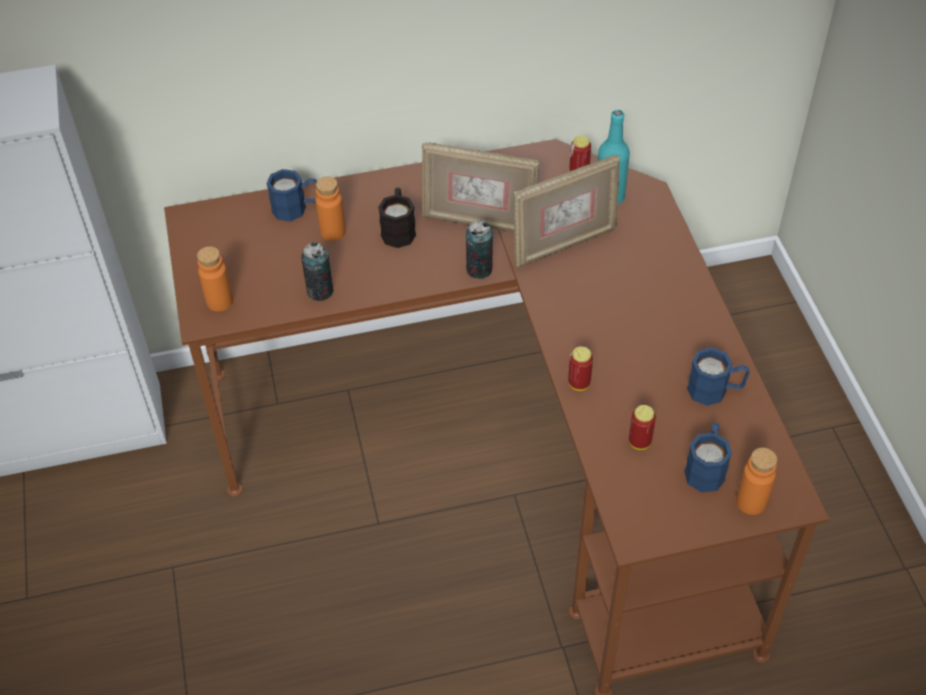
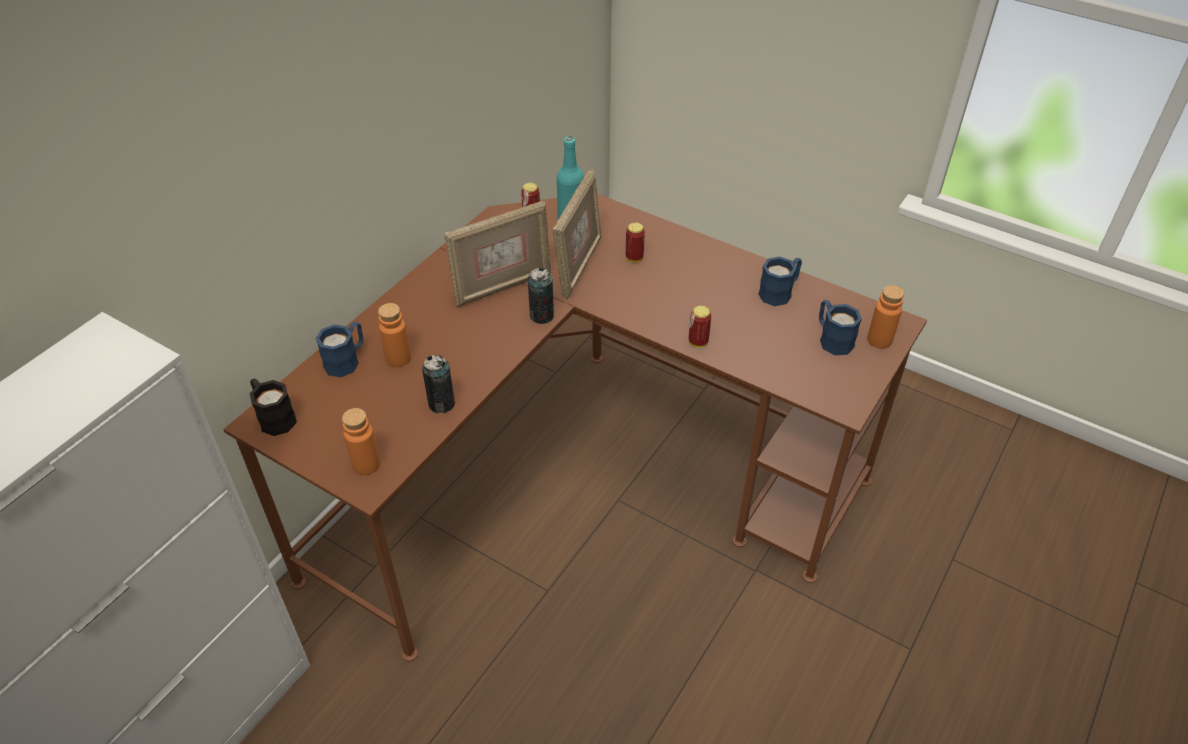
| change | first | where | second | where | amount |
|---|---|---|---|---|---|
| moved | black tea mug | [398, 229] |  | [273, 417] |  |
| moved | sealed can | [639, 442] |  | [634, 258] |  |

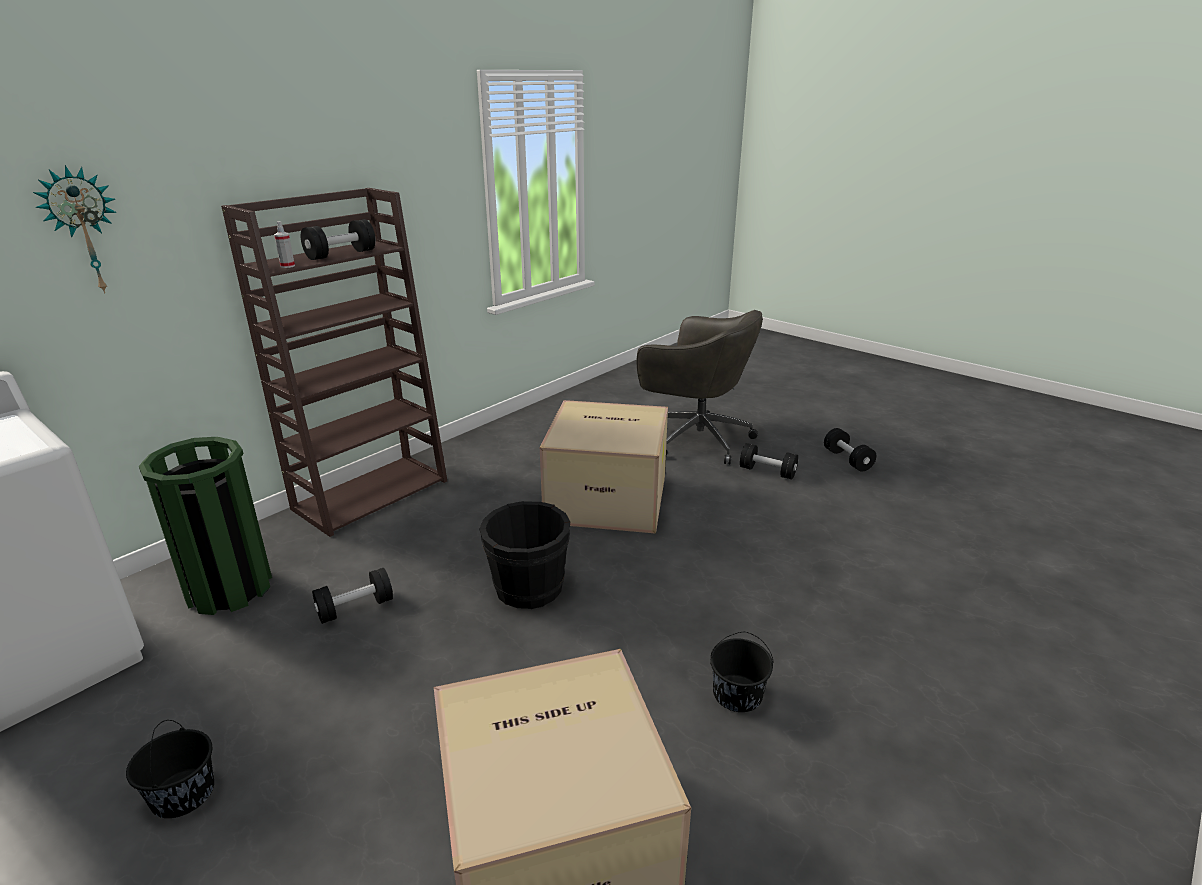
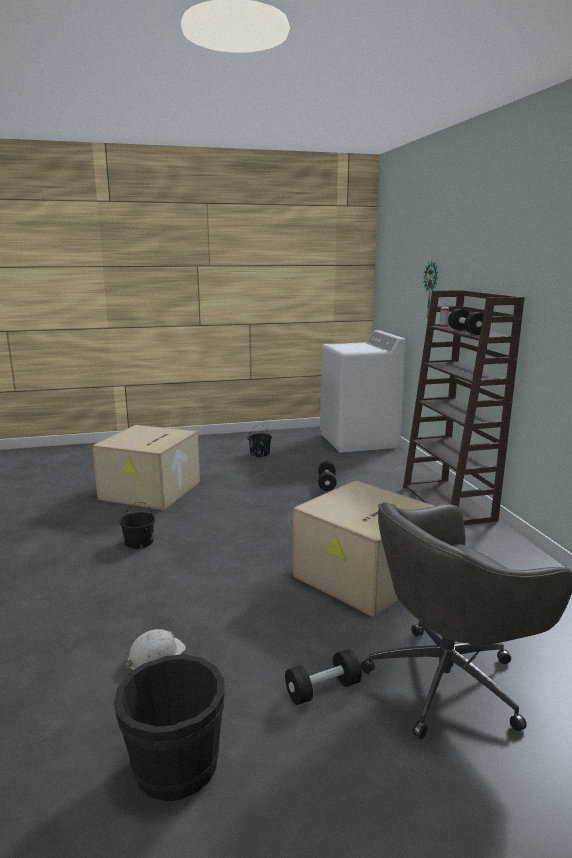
| change | first | where | second | where | amount |
|---|---|---|---|---|---|
| removed | green rubbish bin | [229, 588] |  |  |  |
| moved | black bucket | [528, 588] |  | [175, 765] |  |
| removed | black hand weight | [847, 460] |  |  |  |
| added |  |  | white-coloured safety helmet | [155, 656] |  |

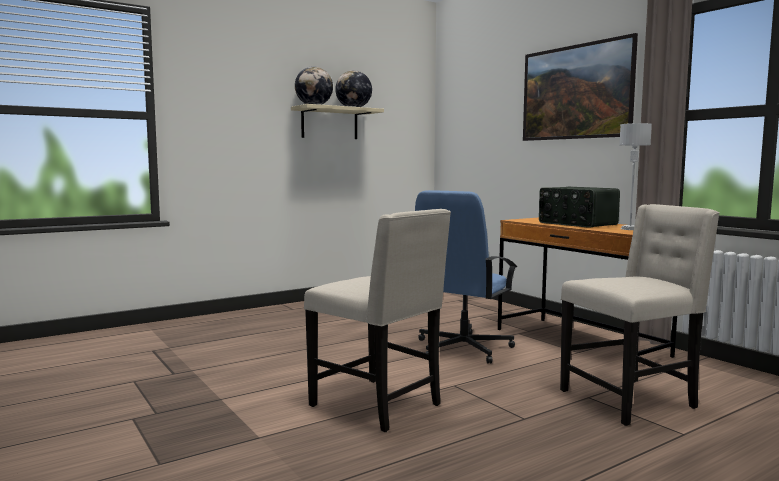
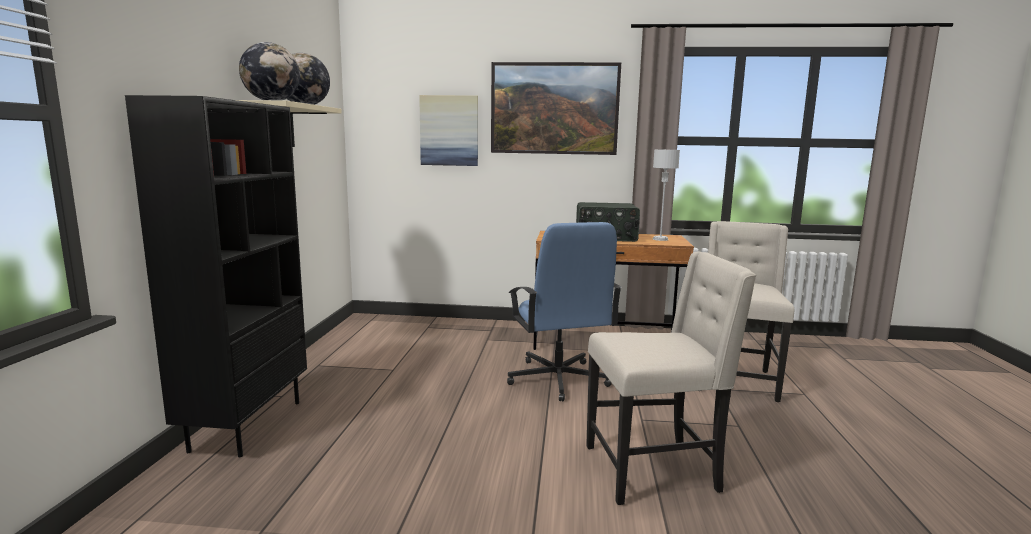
| change | first | where | second | where | amount |
|---|---|---|---|---|---|
| added |  |  | black bookshelf | [246, 425] |  |
| added |  |  | wall picture | [449, 130] |  |

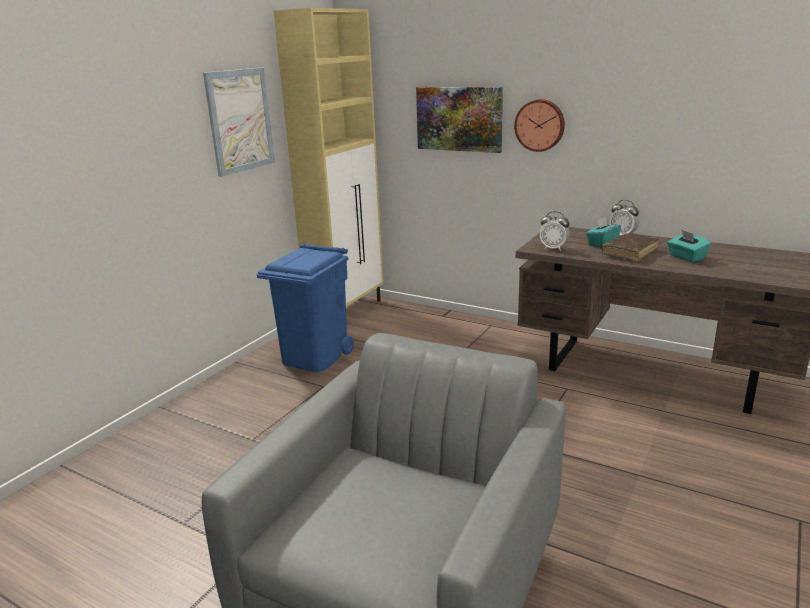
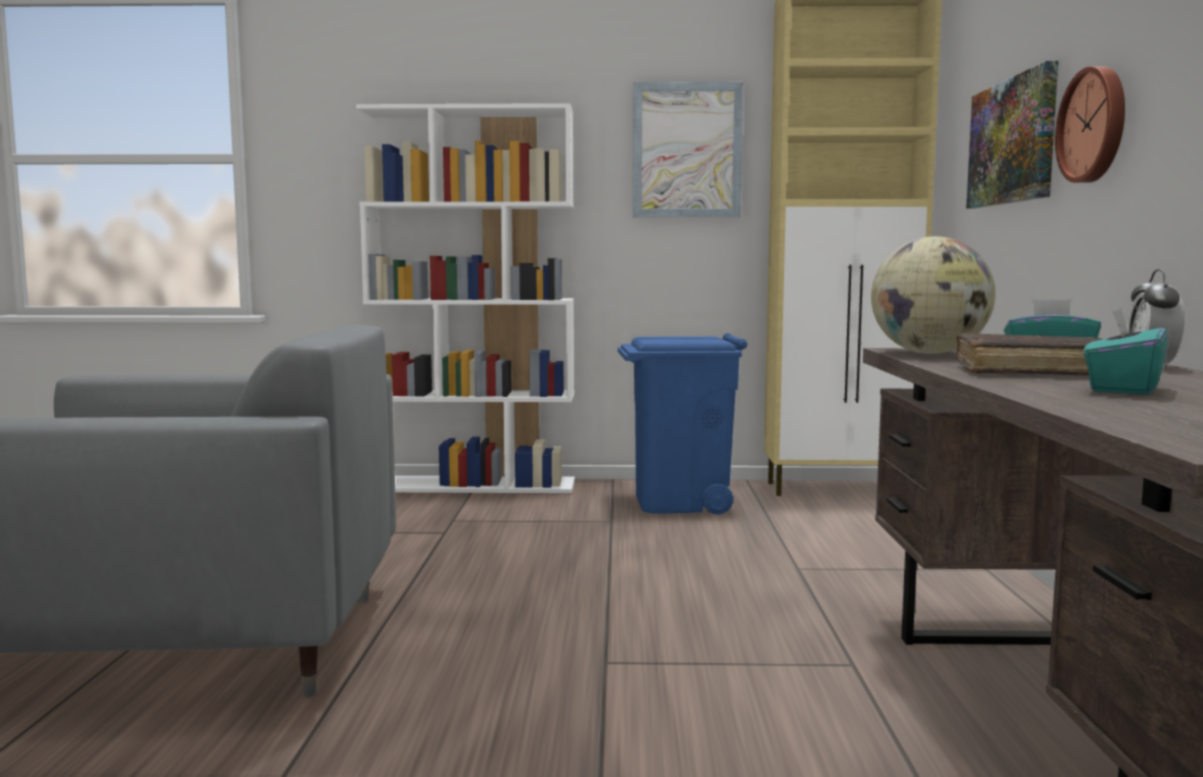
| change | first | where | second | where | amount |
|---|---|---|---|---|---|
| replaced | bedside clock | [553, 248] | desk globe | [929, 353] |  |
| added |  |  | white-coloured bookshelf | [476, 485] |  |

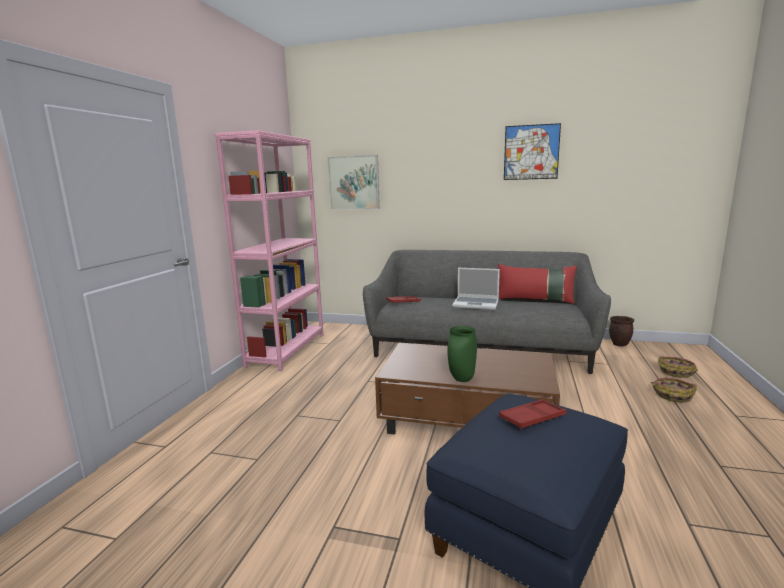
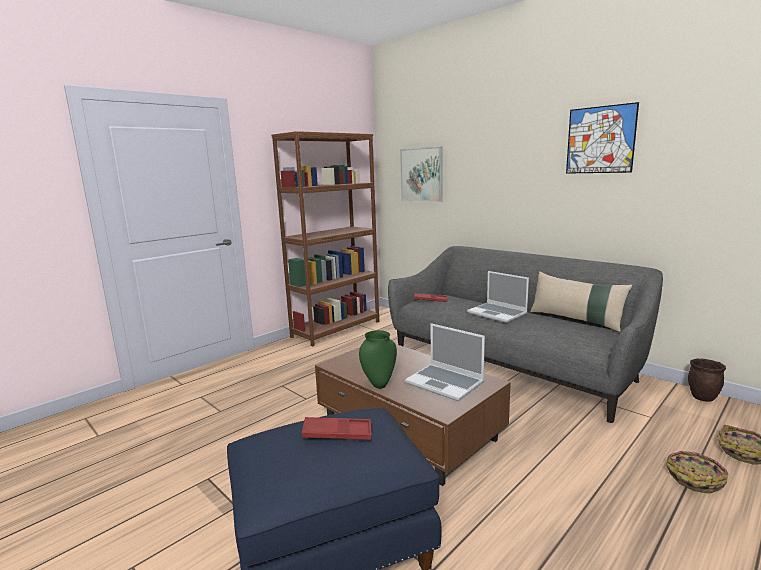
| change | first | where | second | where | amount |
|---|---|---|---|---|---|
| recoloured | pink bookshelf | [287, 350] | brownish bookshelf | [336, 329] |  |
| recoloured | red-coloured pillow | [534, 300] | beige-coloured pillow | [576, 320] |  |
| added |  |  | laptop | [445, 383] |  |

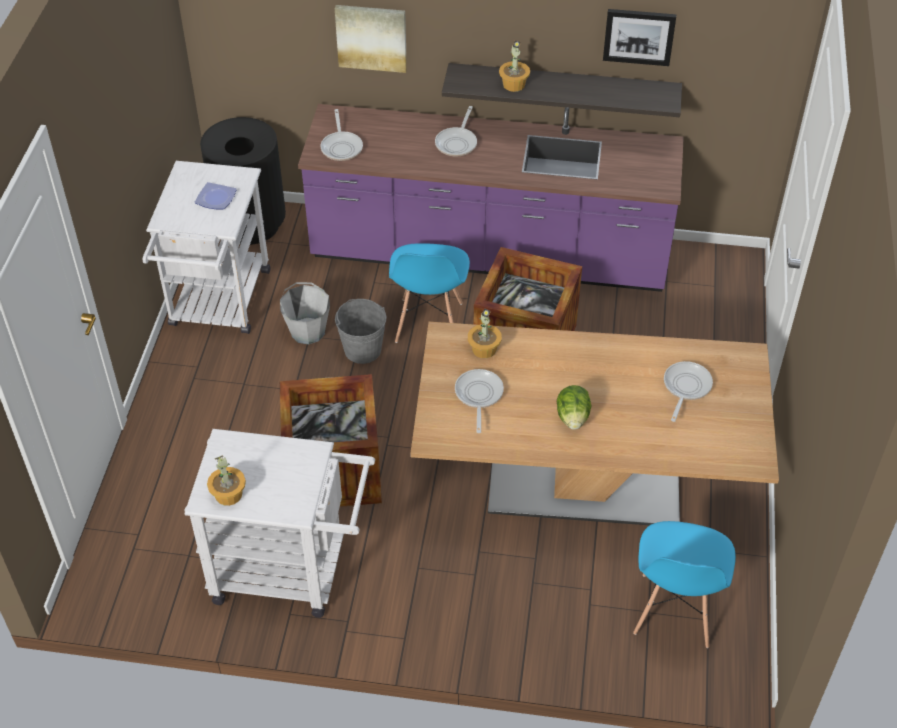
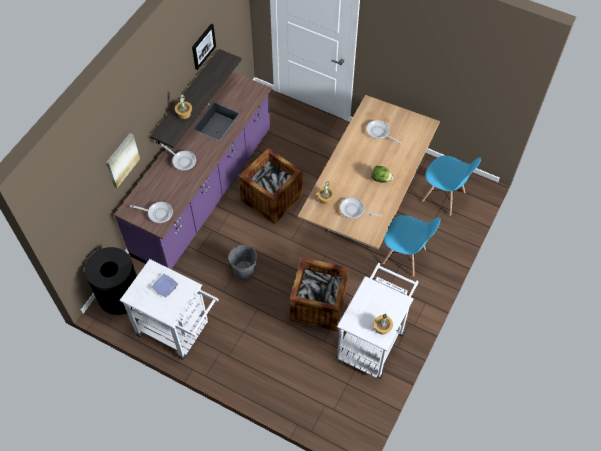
| change | first | where | second | where | amount |
|---|---|---|---|---|---|
| removed | greyish bucket | [308, 331] |  |  |  |
| moved | blue chair | [428, 323] |  | [404, 257] |  |

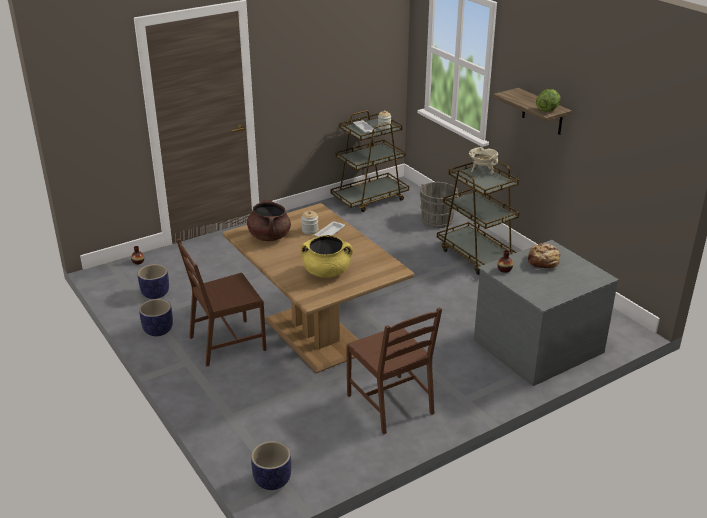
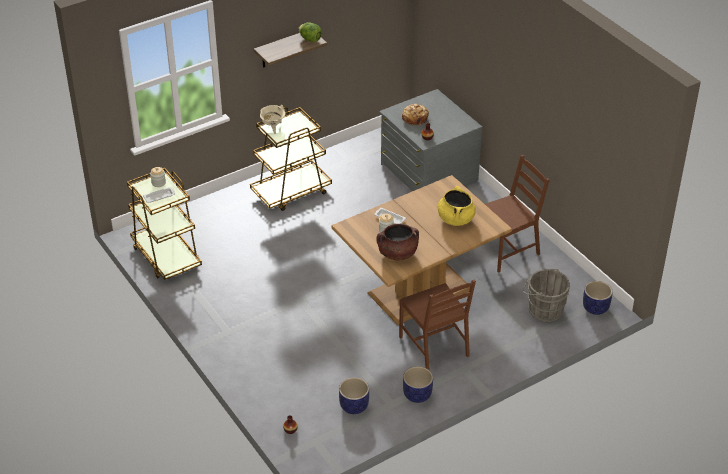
| change | first | where | second | where | amount |
|---|---|---|---|---|---|
| moved | greyish bucket | [438, 219] |  | [543, 309] |  |

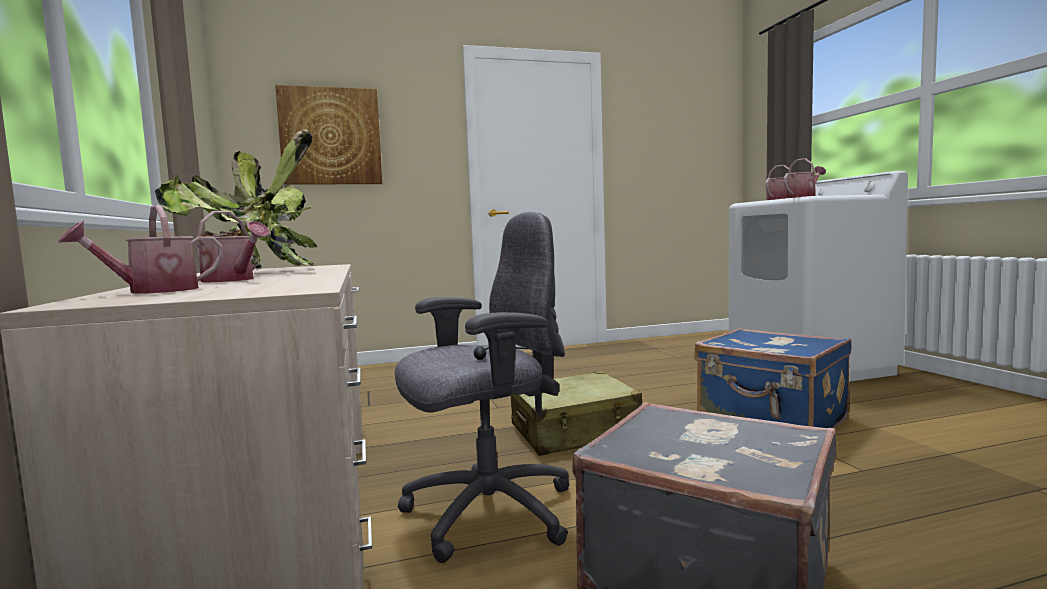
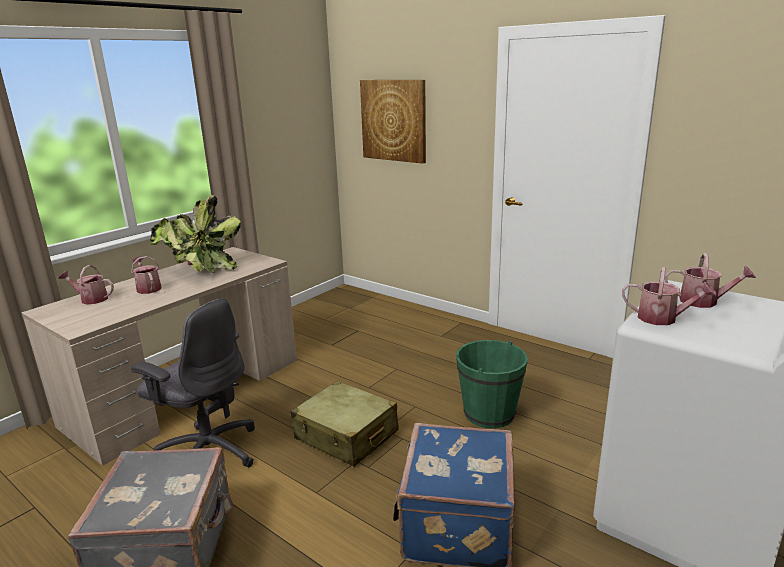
| change | first | where | second | where | amount |
|---|---|---|---|---|---|
| turned | watering can | [232, 280] |  | [148, 288] | 150 degrees clockwise |
| added |  |  | green bucket | [489, 413] |  |

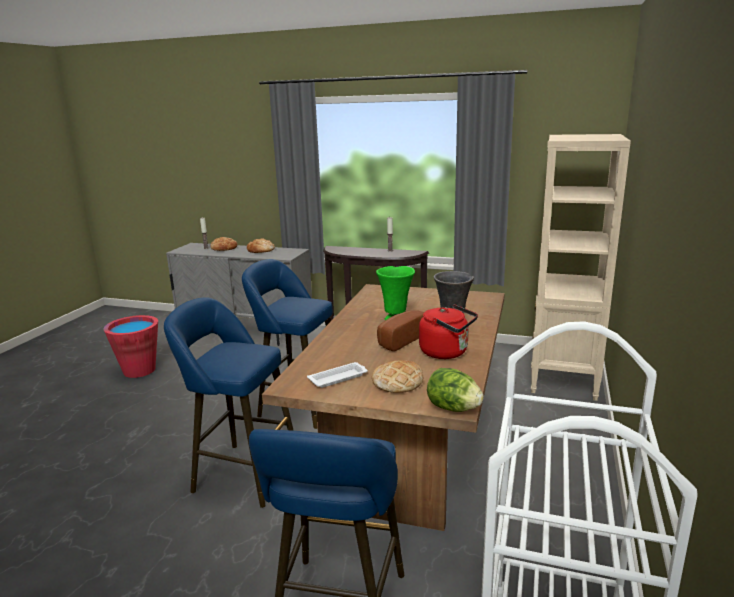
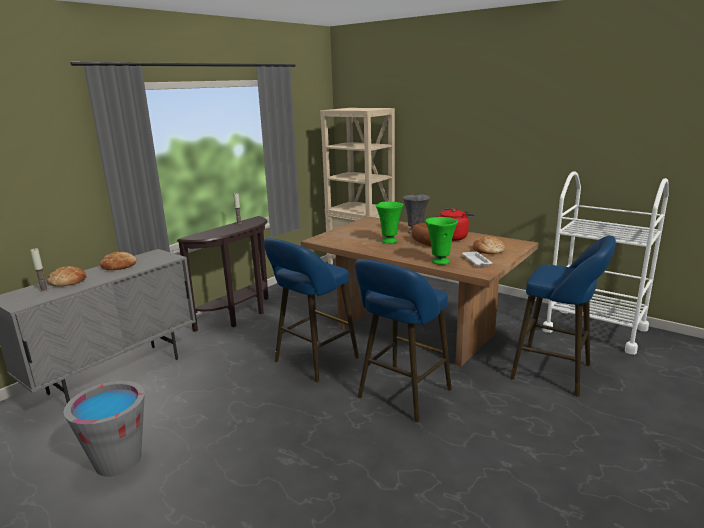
| change | first | where | second | where | amount |
|---|---|---|---|---|---|
| recoloured | red-coloured bucket | [139, 370] | greyish bucket | [118, 461] |  |
| removed | head of lettuce | [453, 408] |  |  |  |
| added |  |  | green vase | [440, 262] |  |

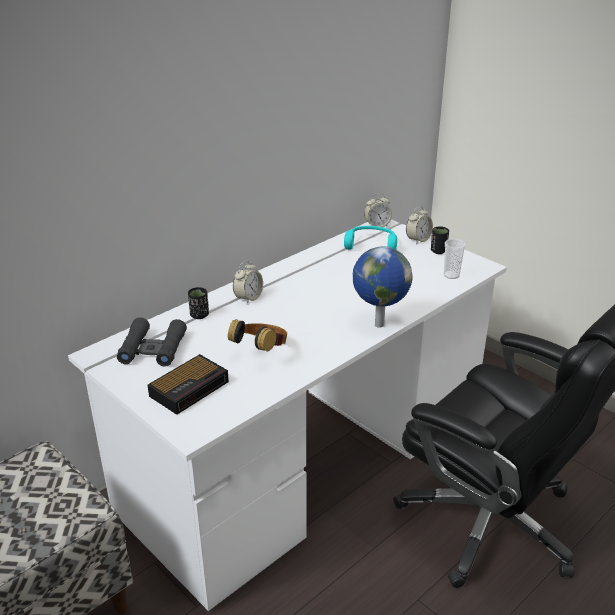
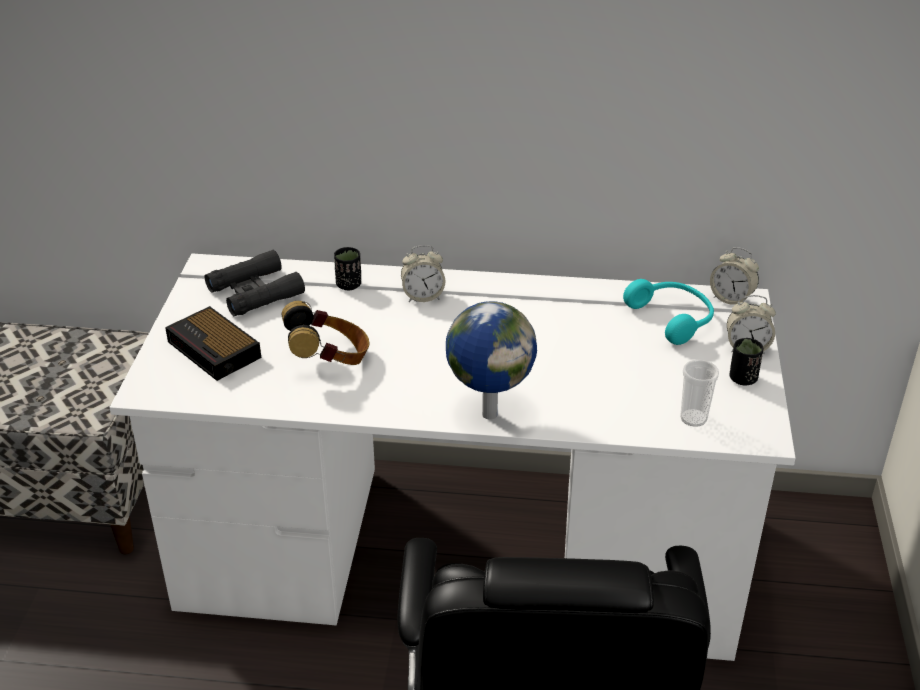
| change | first | where | second | where | amount |
|---|---|---|---|---|---|
| turned | bedside clock | [190, 388] |  | [215, 350] | 45 degrees clockwise |

